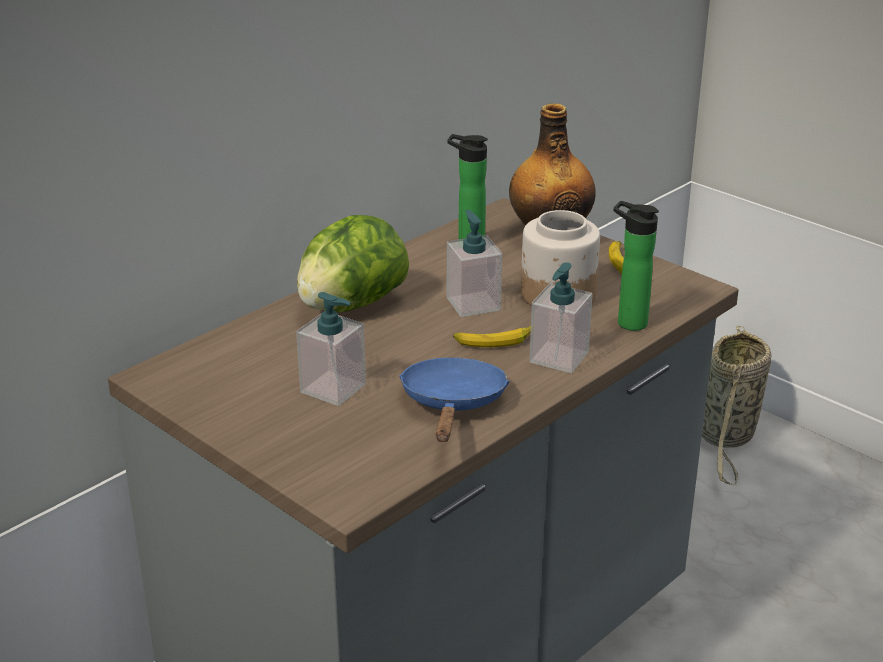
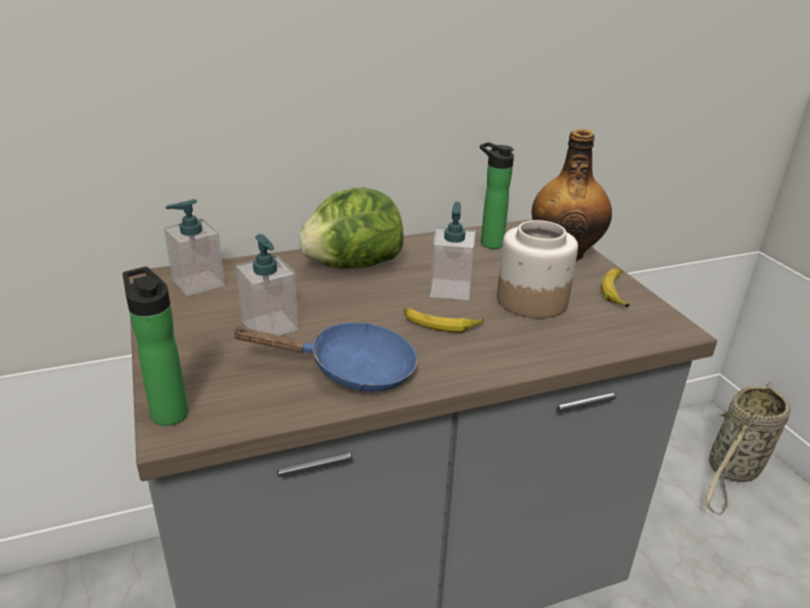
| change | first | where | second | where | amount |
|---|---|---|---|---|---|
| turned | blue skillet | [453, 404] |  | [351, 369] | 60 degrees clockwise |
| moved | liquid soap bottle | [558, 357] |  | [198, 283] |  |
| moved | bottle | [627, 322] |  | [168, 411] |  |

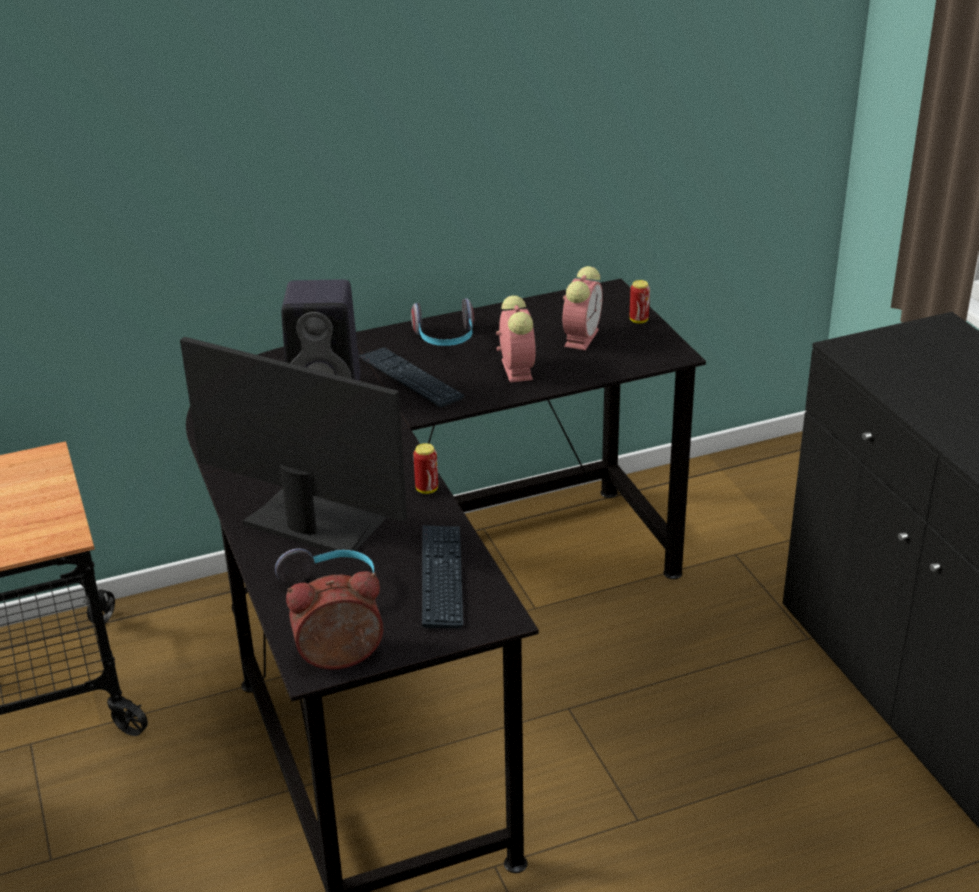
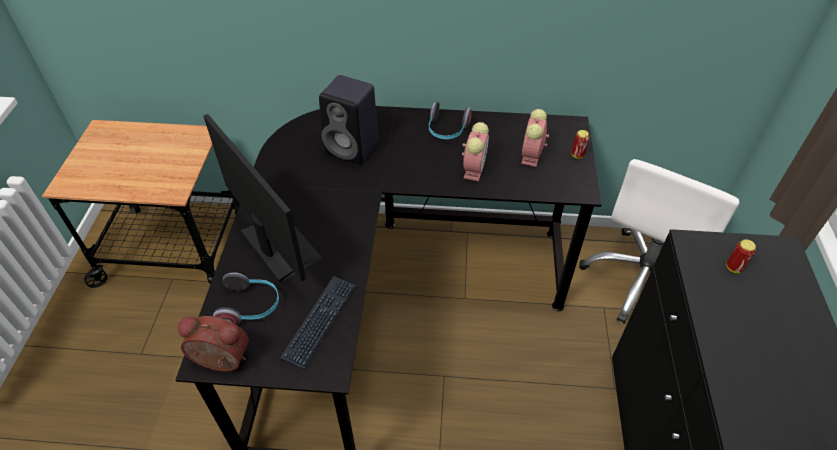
| change | first | where | second | where | amount |
|---|---|---|---|---|---|
| removed | keyboard | [410, 378] |  |  |  |
| moved | sealed can | [427, 489] |  | [733, 268] |  |
| turned | bedside clock | [581, 337] |  | [531, 156] | 150 degrees clockwise |
| added |  |  | white-coloured desk chair | [642, 279] |  |

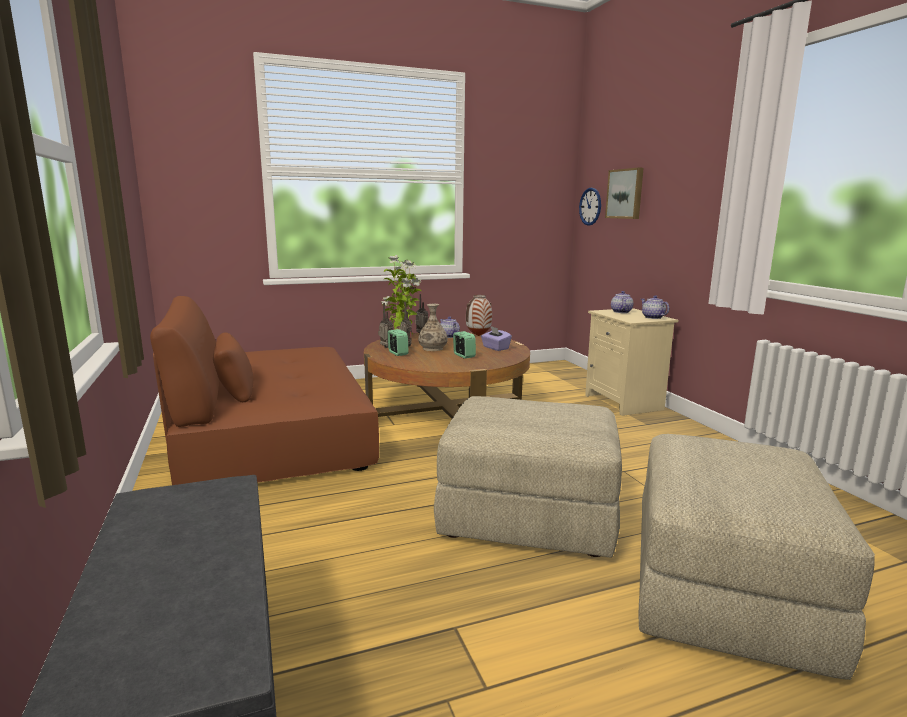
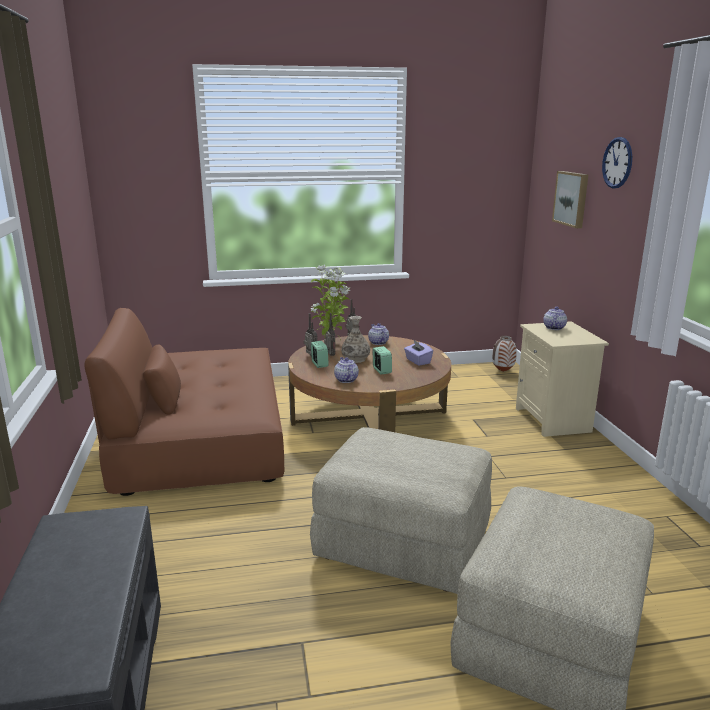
| change | first | where | second | where | amount |
|---|---|---|---|---|---|
| moved | vase | [478, 336] |  | [503, 371] |  |
| moved | hanging clock | [590, 206] |  | [617, 163] |  |
| moved | tea pot | [652, 317] |  | [345, 380] |  |

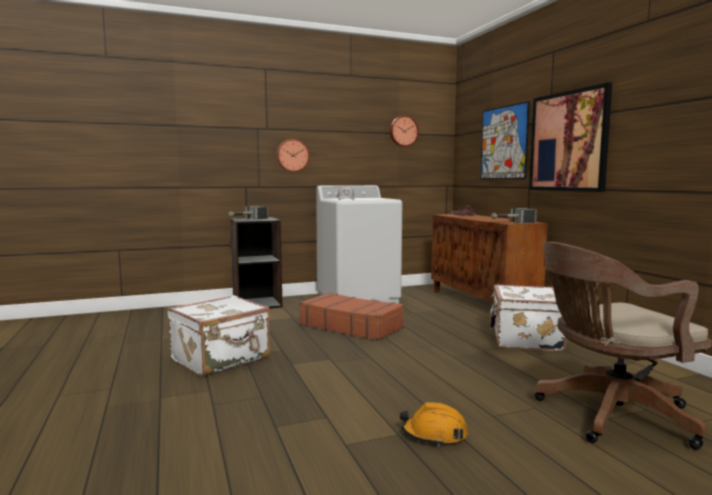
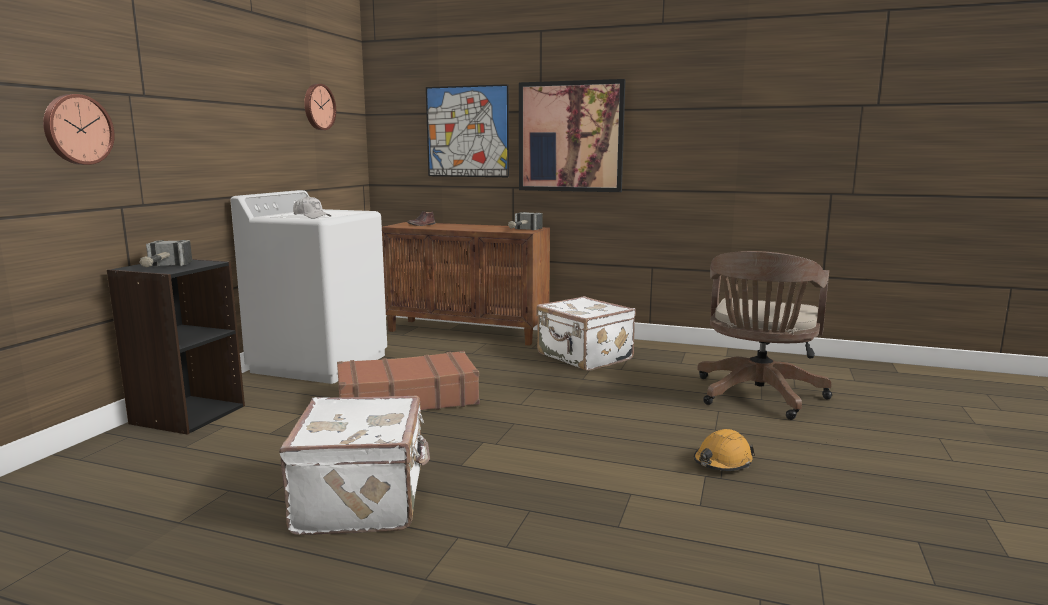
| change | first | where | second | where | amount |
|---|---|---|---|---|---|
| moved | hanging clock | [292, 155] |  | [77, 129] |  |

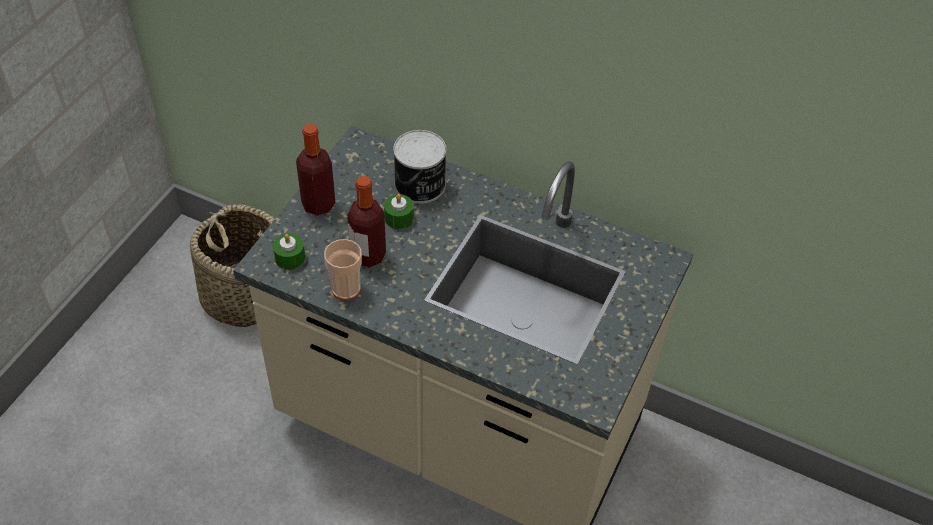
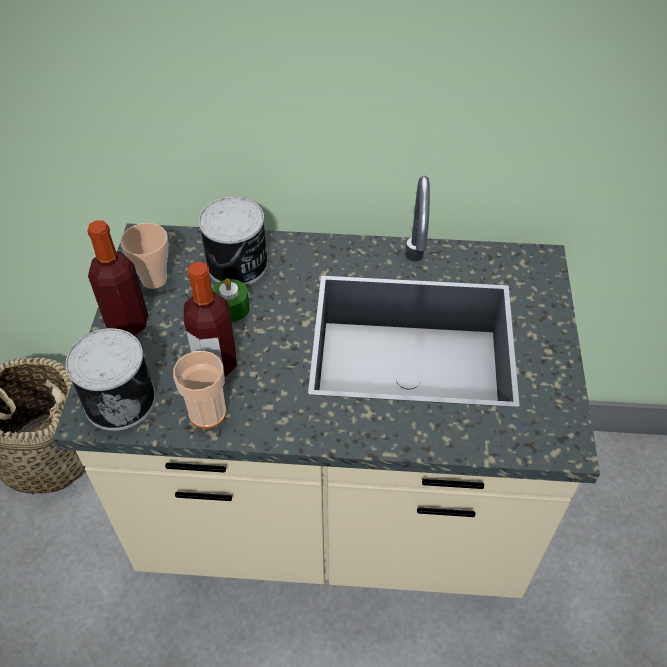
| change | first | where | second | where | amount |
|---|---|---|---|---|---|
| replaced | green wax candle | [290, 257] | sealed can | [120, 398] |  |
| added |  |  | small cup | [154, 279] |  |

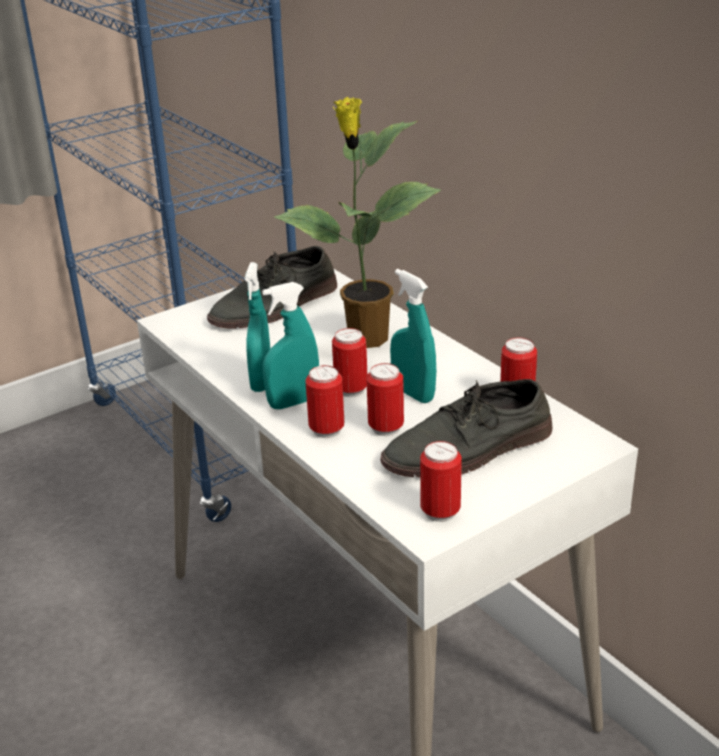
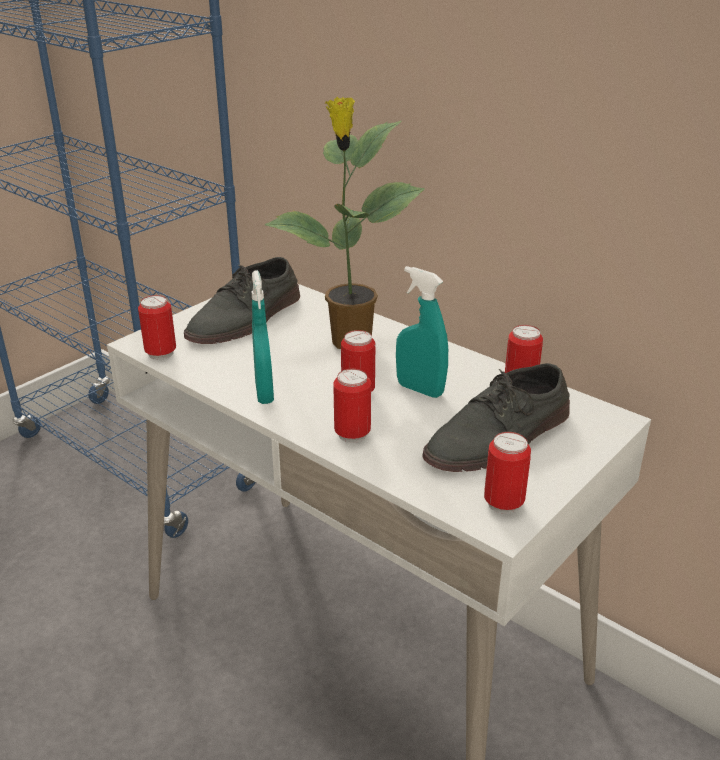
| change | first | where | second | where | amount |
|---|---|---|---|---|---|
| removed | blue-green sprayer | [293, 402] |  |  |  |
| moved | sealed can | [386, 428] |  | [161, 353] |  |

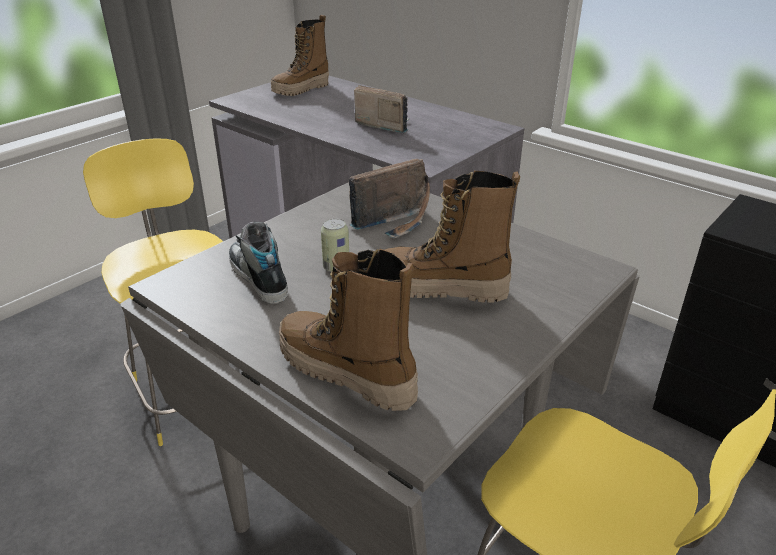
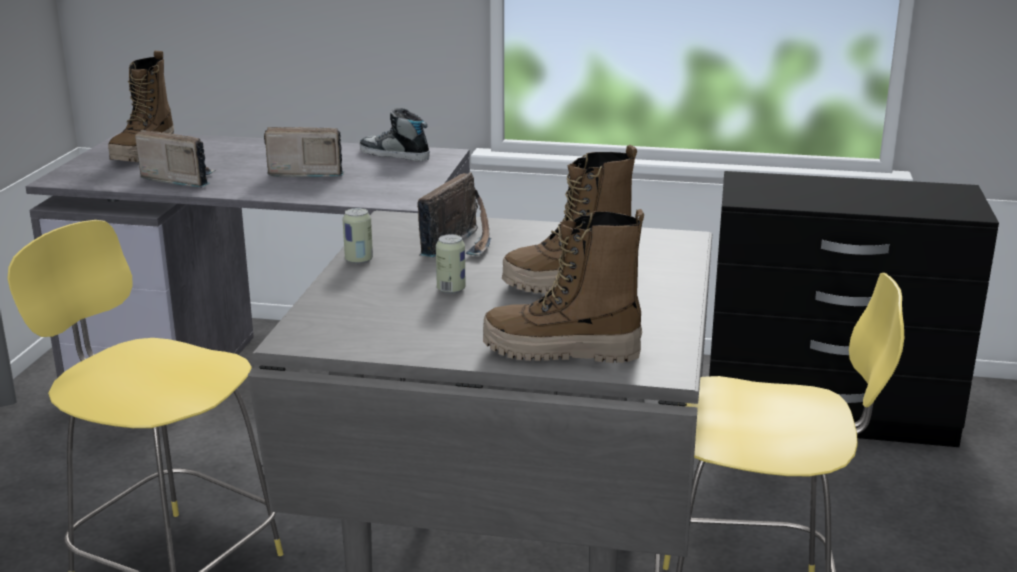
| change | first | where | second | where | amount |
|---|---|---|---|---|---|
| moved | shoe | [258, 277] |  | [394, 155] |  |
| added |  |  | radio receiver | [179, 179] |  |
| added |  |  | sealed can | [359, 260] |  |

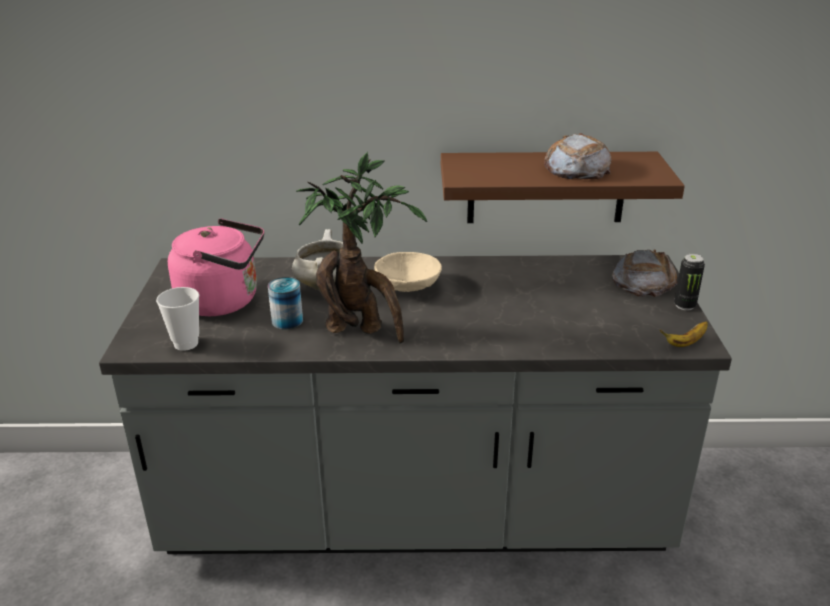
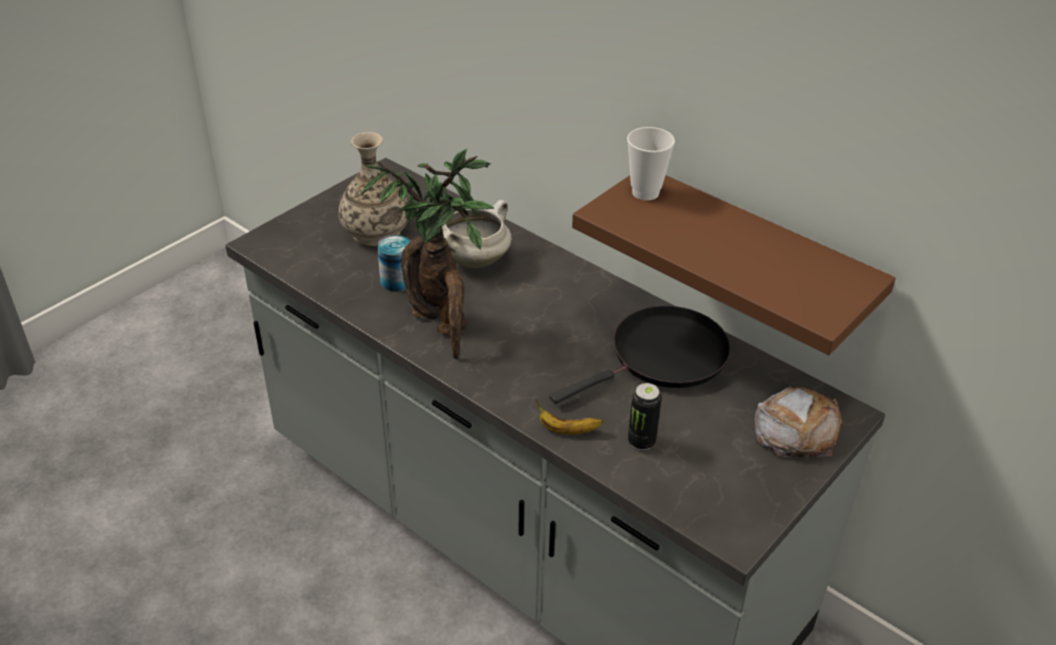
| change | first | where | second | where | amount |
|---|---|---|---|---|---|
| moved | small cup | [186, 344] |  | [645, 192] |  |
| replaced | pink water kettle | [224, 301] | vase | [375, 232] |  |
| removed | beige-coloured bowl | [408, 288] |  |  |  |
| removed | bread | [576, 168] |  |  |  |
| moved | banana | [685, 343] |  | [567, 430] |  |
| moved | sealed can | [684, 305] |  | [641, 441] |  |
| added |  |  | black skillet | [663, 357] |  |

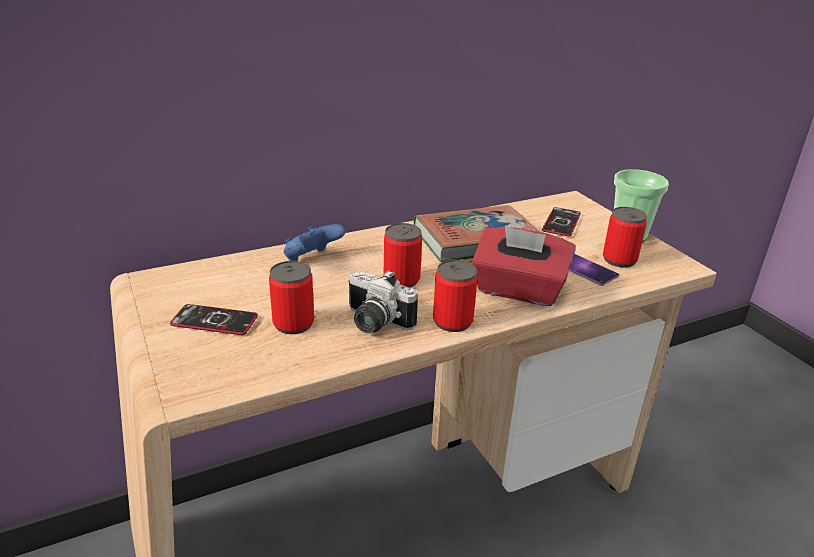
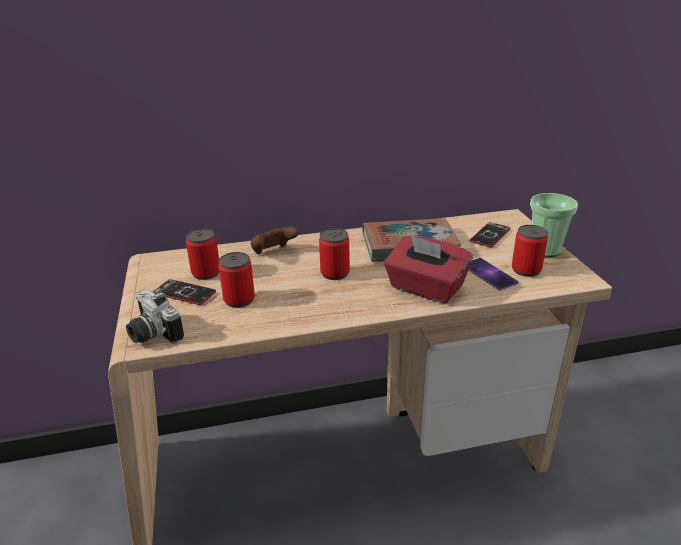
| change | first | where | second | where | amount |
|---|---|---|---|---|---|
| recoloured | blue game controller | [311, 260] | brownish game controller | [273, 253] |  |
| moved | photo camera | [374, 323] |  | [151, 334] |  |
| moved | sealed can | [452, 321] |  | [206, 273] |  |

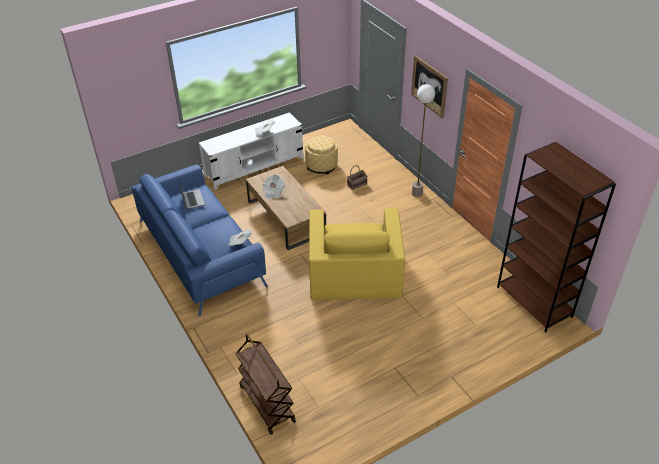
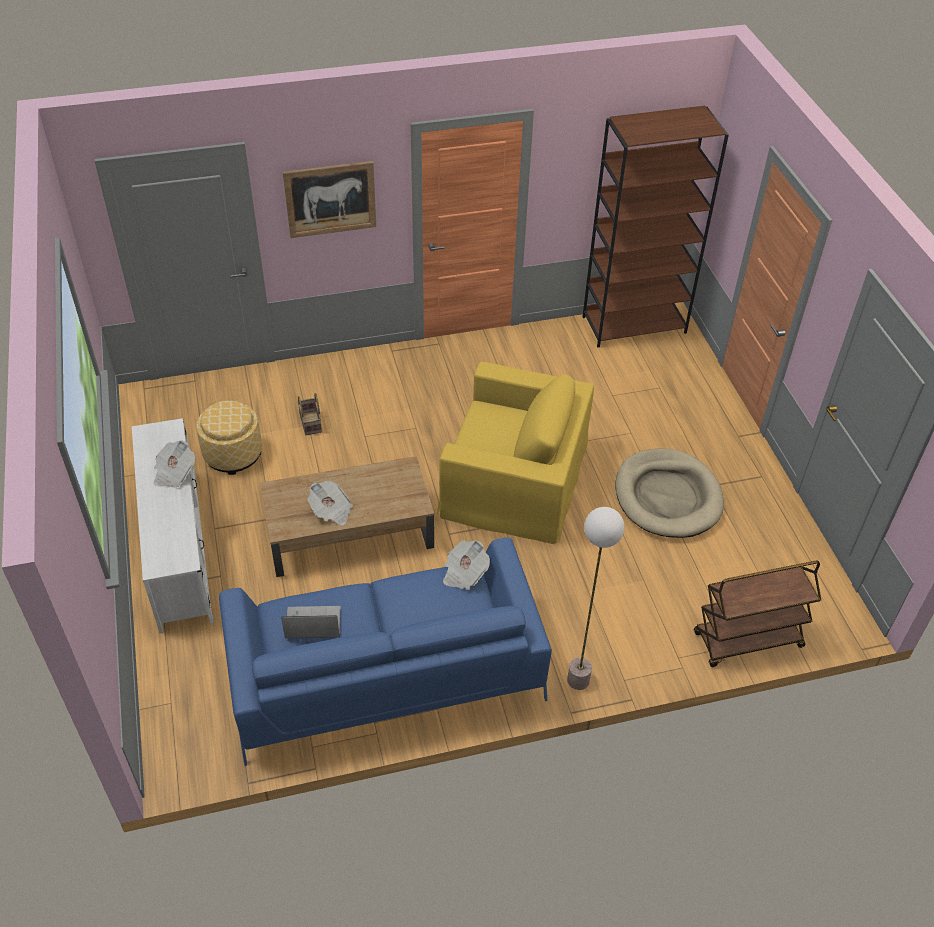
| change | first | where | second | where | amount |
|---|---|---|---|---|---|
| moved | floor lamp | [416, 193] |  | [578, 680] |  |
| added |  |  | beige-coloured dog cushion | [667, 497] |  |

